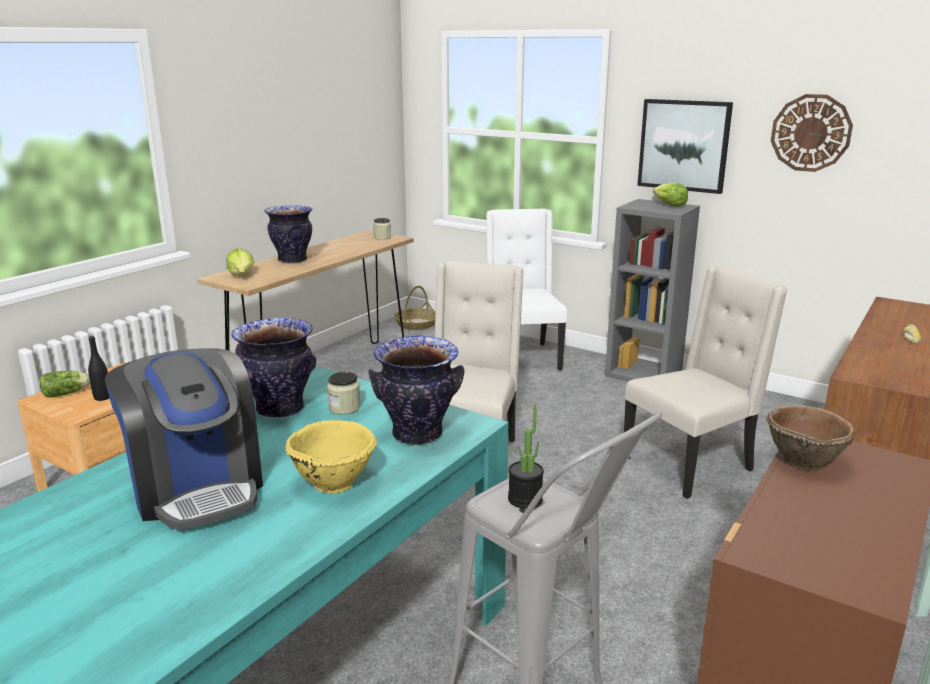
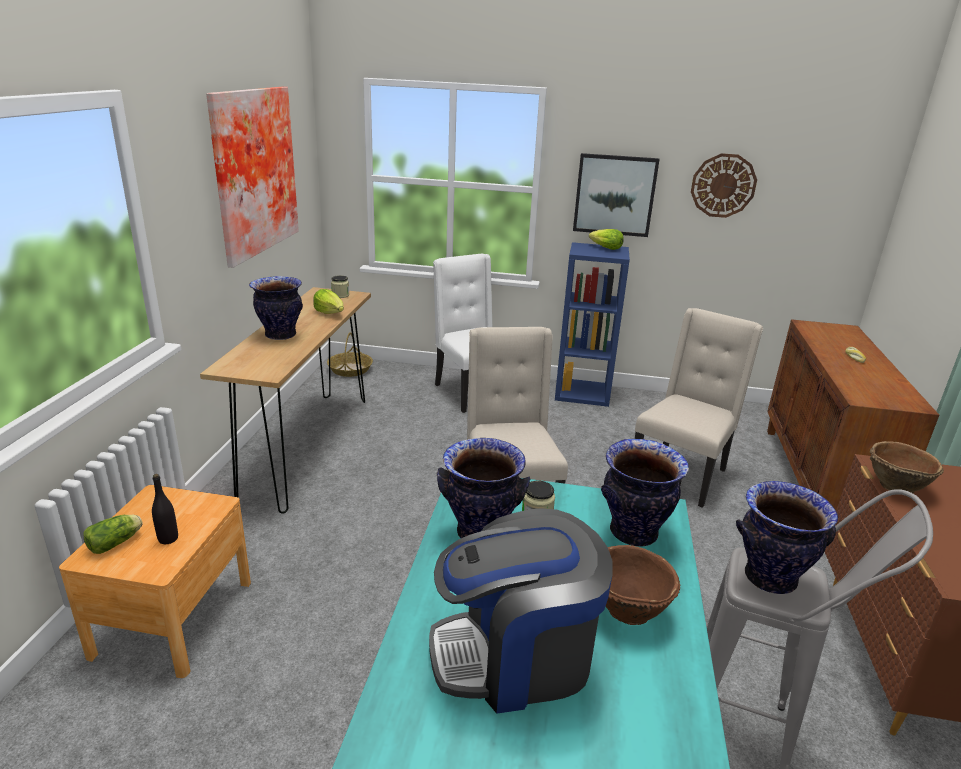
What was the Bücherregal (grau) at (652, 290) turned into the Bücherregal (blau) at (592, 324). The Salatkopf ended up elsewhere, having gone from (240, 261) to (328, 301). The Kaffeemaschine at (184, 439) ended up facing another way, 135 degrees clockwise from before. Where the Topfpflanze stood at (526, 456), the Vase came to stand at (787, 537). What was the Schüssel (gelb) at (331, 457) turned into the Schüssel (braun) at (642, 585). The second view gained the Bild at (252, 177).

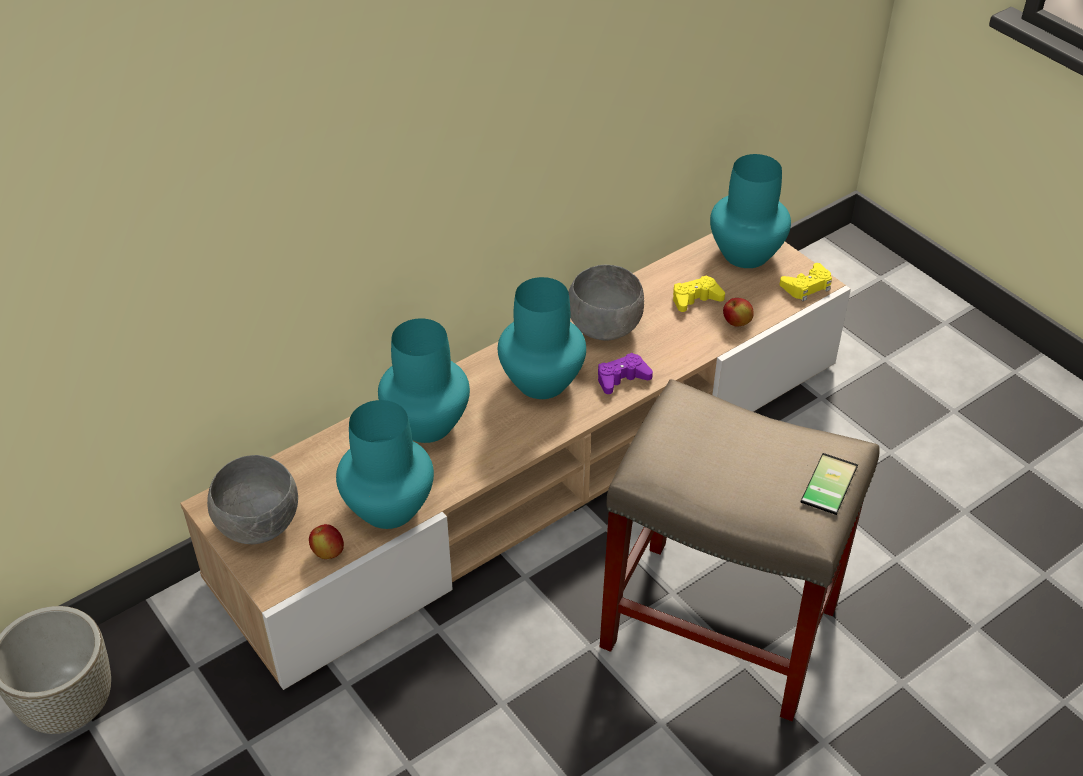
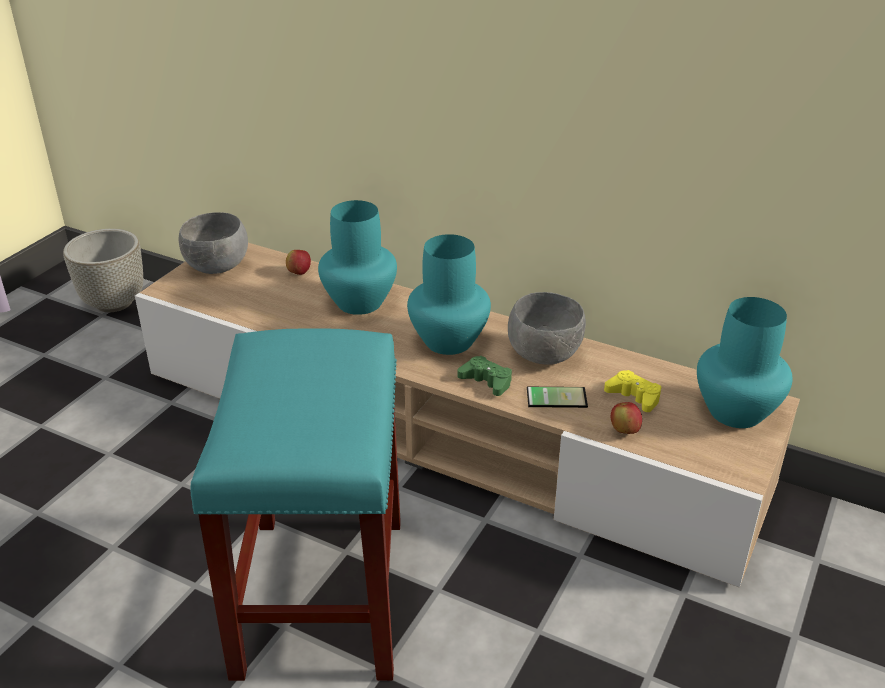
The second view lost the Gamepad (gelb) at (806, 282). What was the Gamepad (lila) at (625, 373) turned into the Gamepad (grün) at (484, 376). What was the Hocker (beige) at (740, 550) turned into the Hocker (türkis) at (296, 505). The second view lost the Vase (türkis) at (385, 464). The Handy ended up elsewhere, having gone from (829, 484) to (557, 397). The Apfel ended up elsewhere, having gone from (326, 541) to (298, 262).

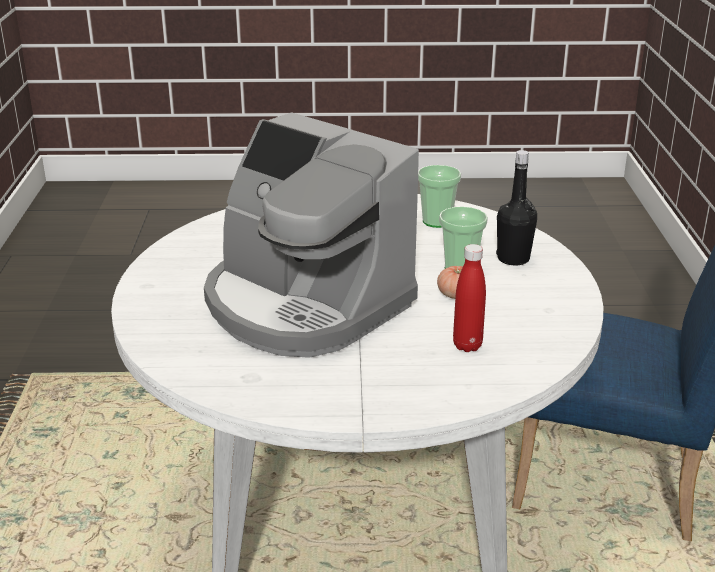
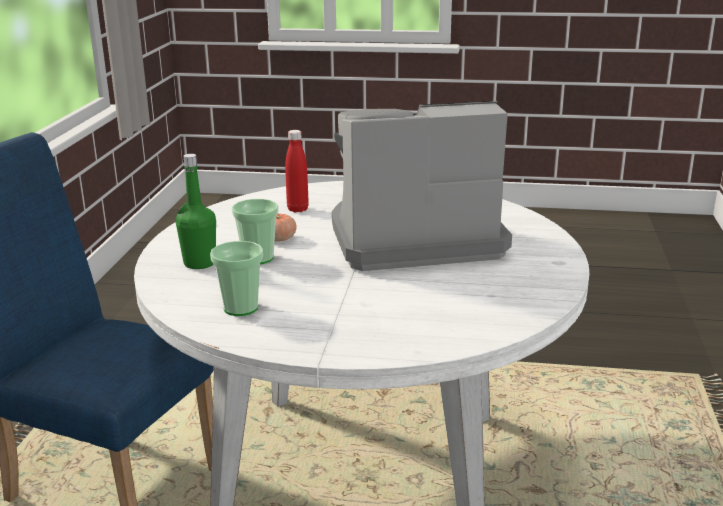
The Kaffeemaschine at (311, 235) ended up facing another way, 60 degrees counterclockwise from before. What was the Flasche (schwarz) at (516, 208) turned into the Flasche (grün) at (196, 211).

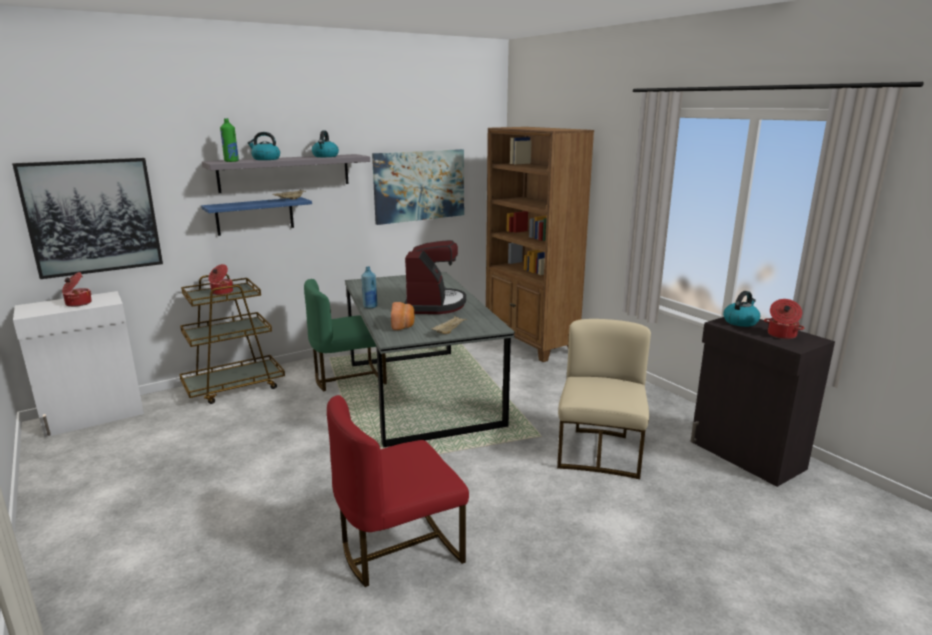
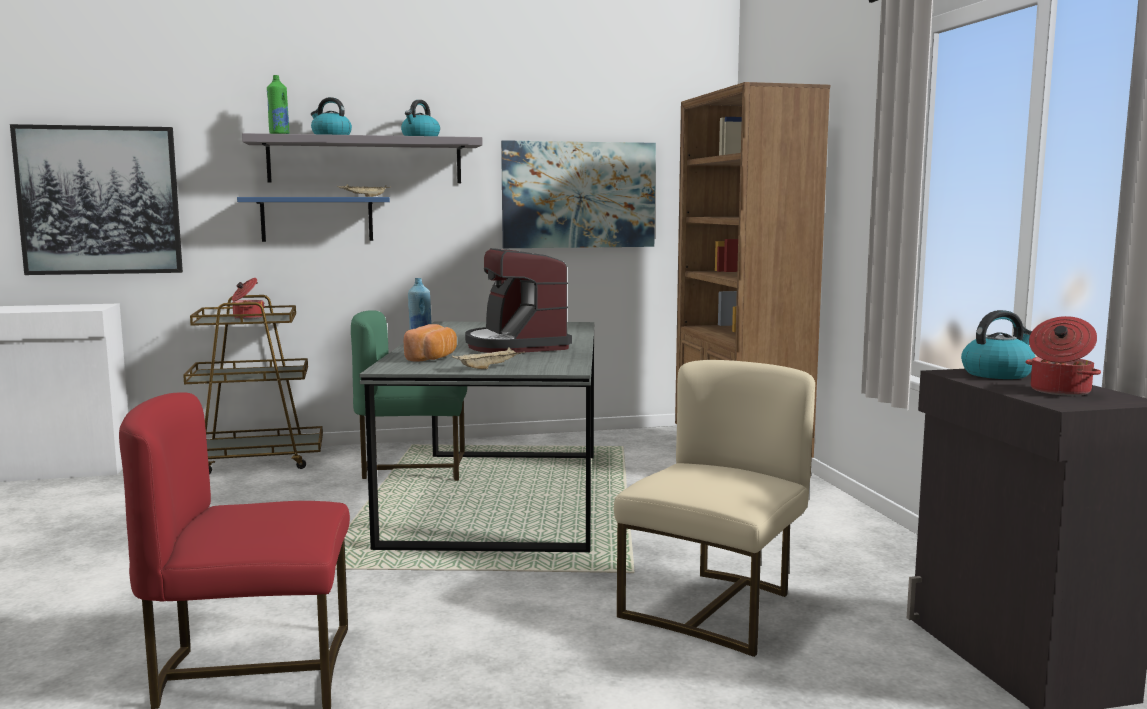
The Kaffeemaschine at (435, 277) ended up facing another way, 135 degrees clockwise from before. The second view lost the Kochtopf at (77, 289).

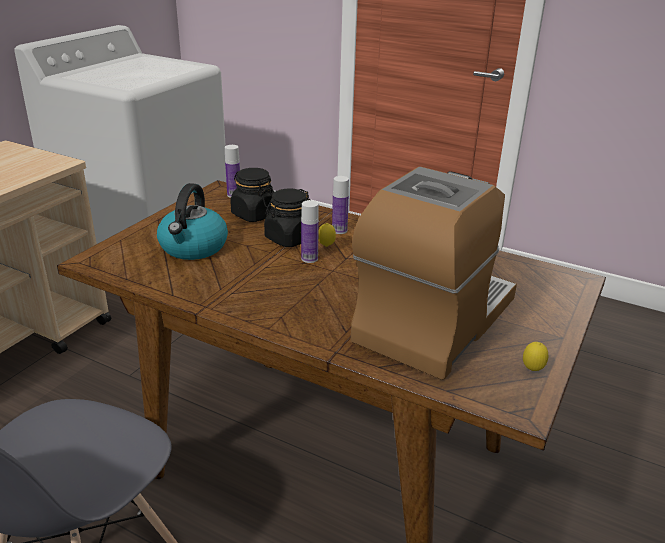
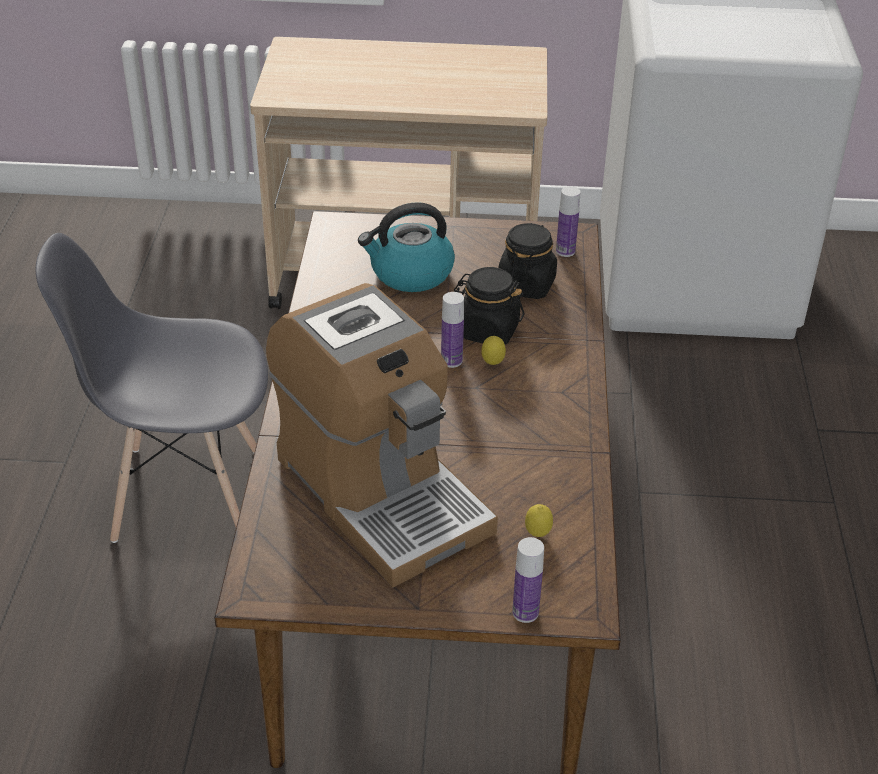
The Kaffeemaschine at (434, 273) ended up facing another way, 45 degrees clockwise from before. The Flasche ended up elsewhere, having gone from (340, 205) to (528, 580). The Zitrone ended up elsewhere, having gone from (535, 356) to (539, 520).

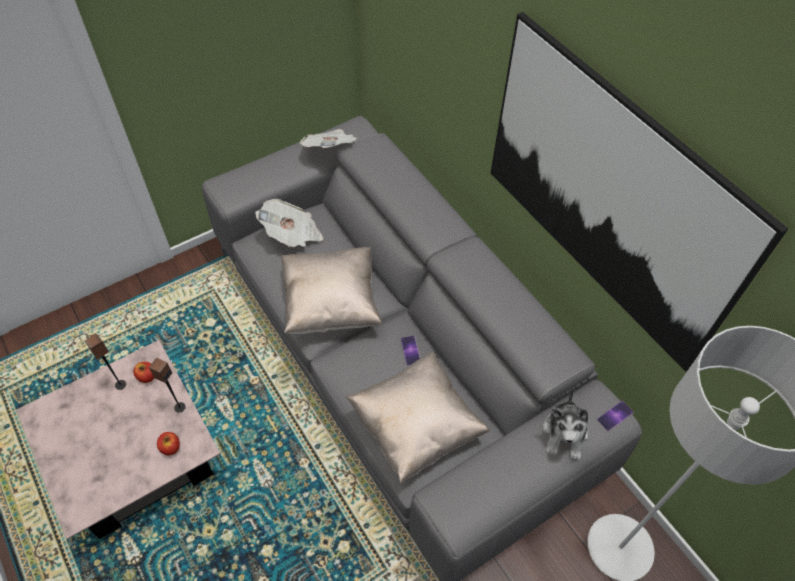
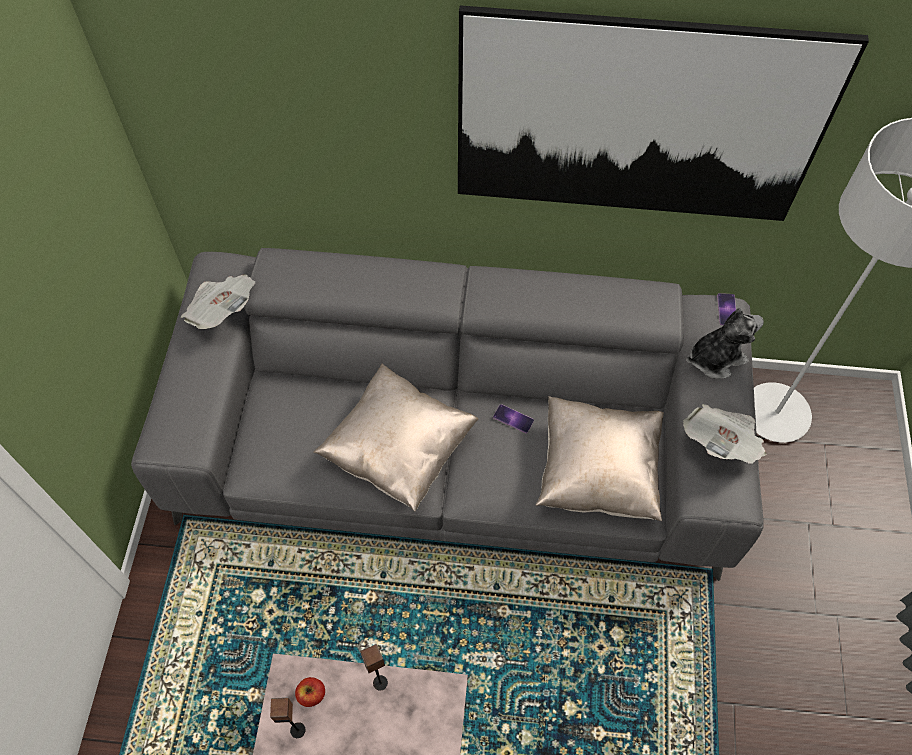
The Zeitung ended up elsewhere, having gone from (289, 223) to (725, 434). The Plüschtier at (565, 424) ended up facing another way, 75 degrees counterclockwise from before. The second view lost the Apfel at (168, 443).

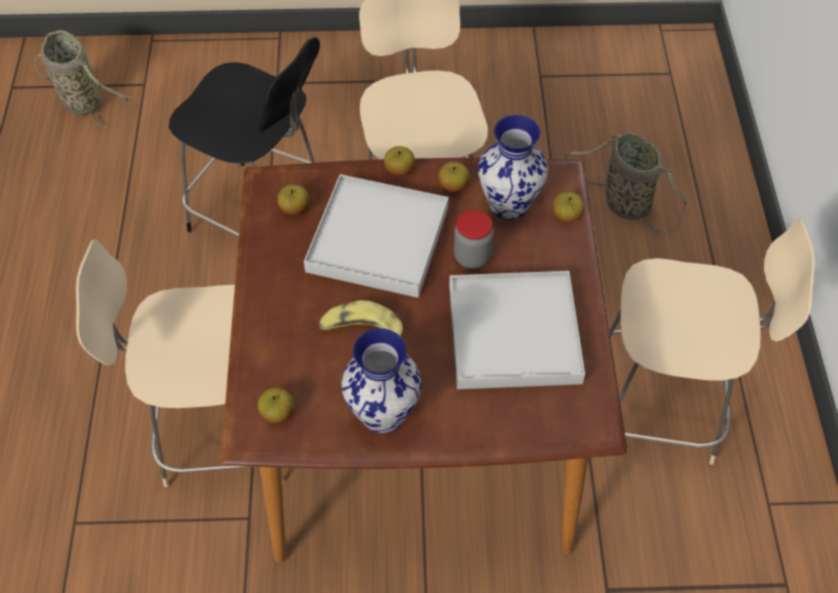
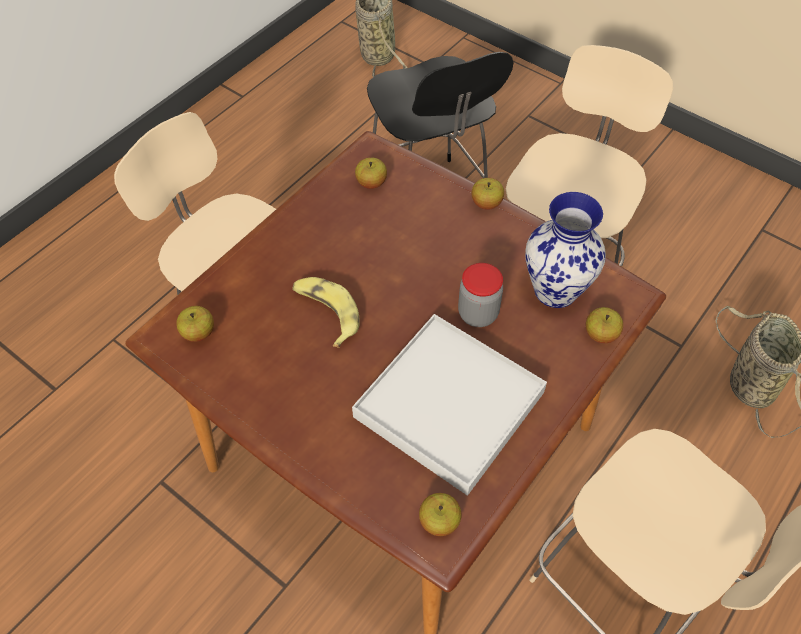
The Apfel ended up elsewhere, having gone from (454, 177) to (440, 514). The second view lost the Tablett (weiß) at (376, 236). The second view lost the Vase at (381, 380).

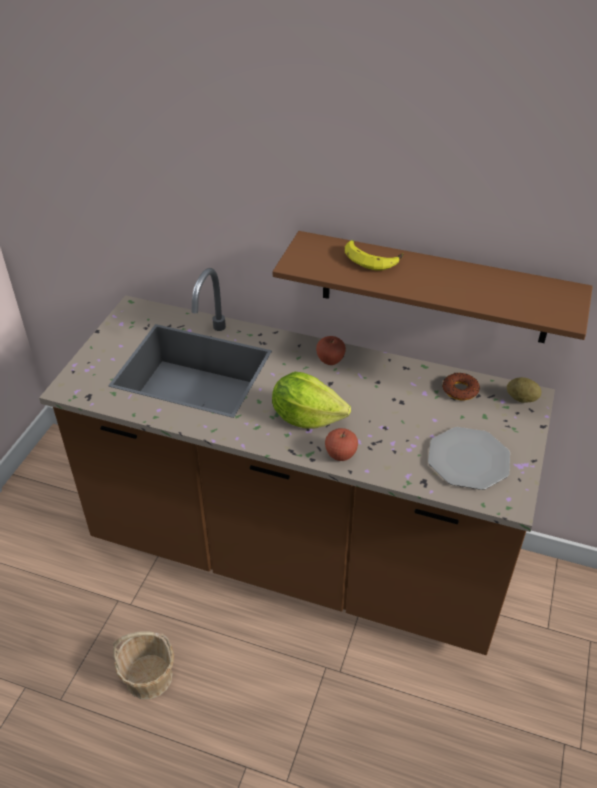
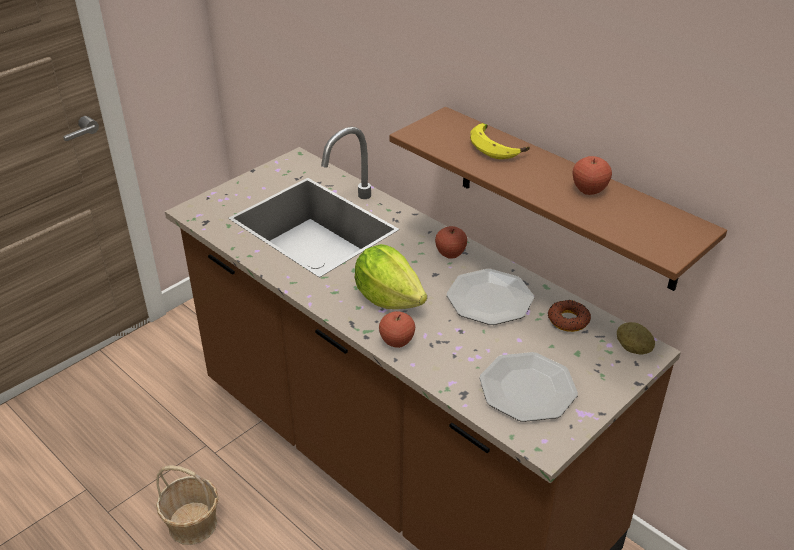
The second view gained the Apfel at (592, 175). The second view gained the Teller at (490, 297).

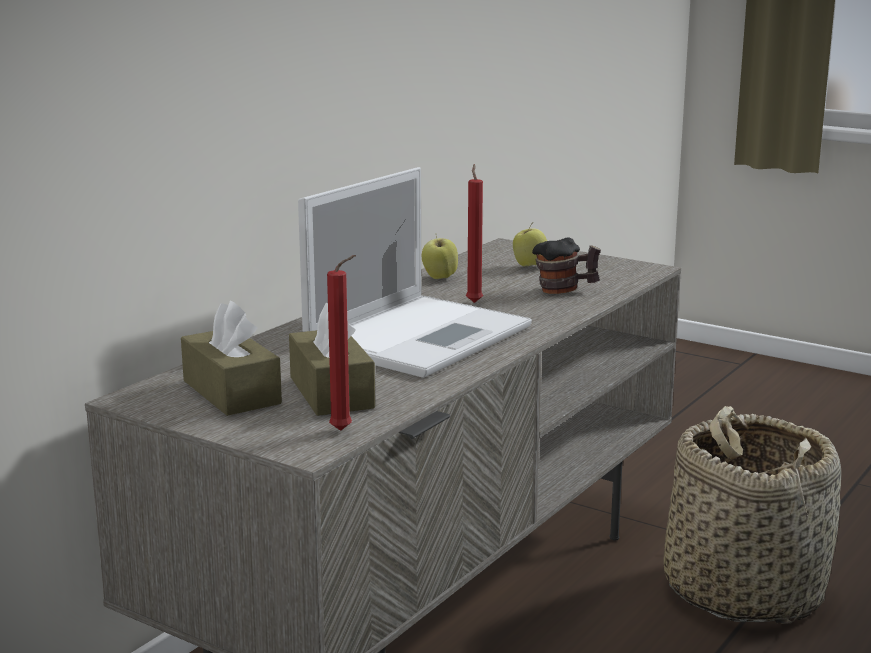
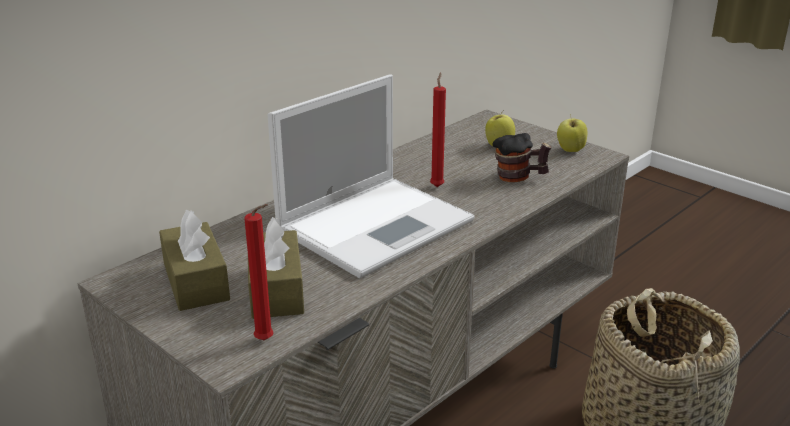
The Apfel ended up elsewhere, having gone from (440, 257) to (572, 135).

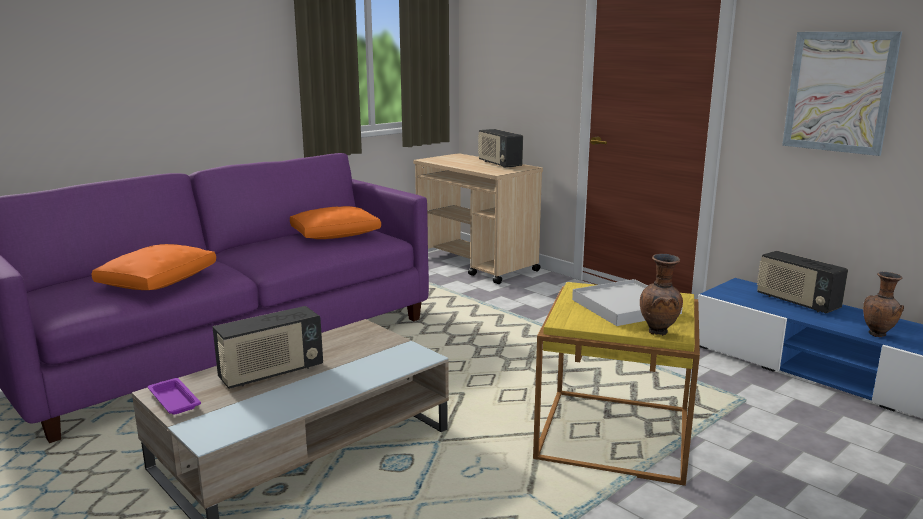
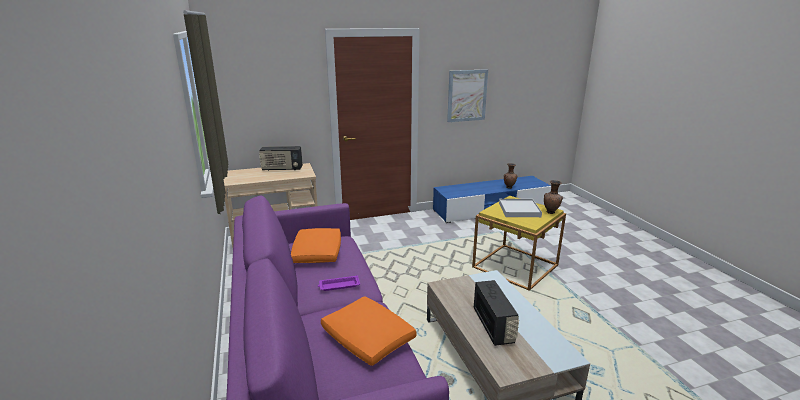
The second view lost the Radio at (802, 282). The Tablett (lila) ended up elsewhere, having gone from (174, 396) to (339, 283).

